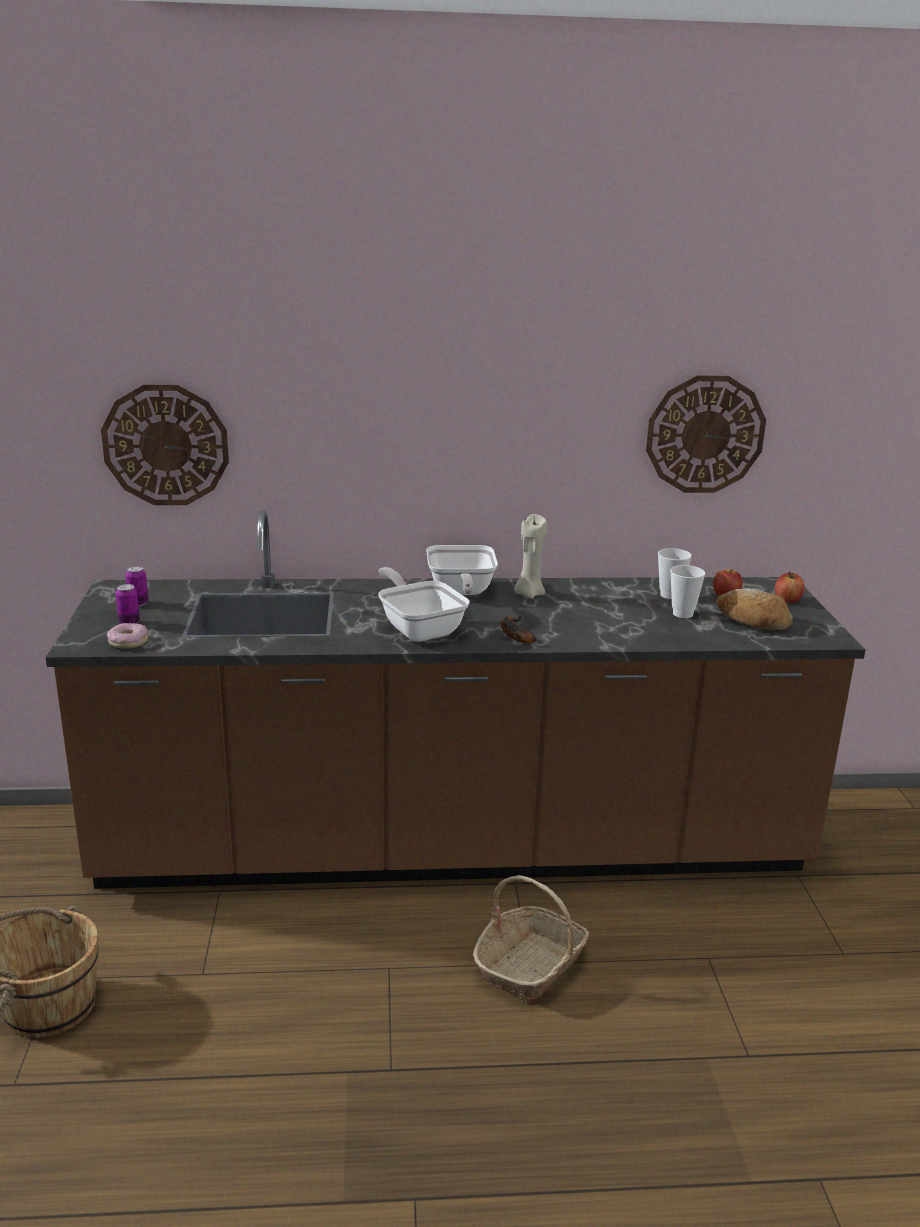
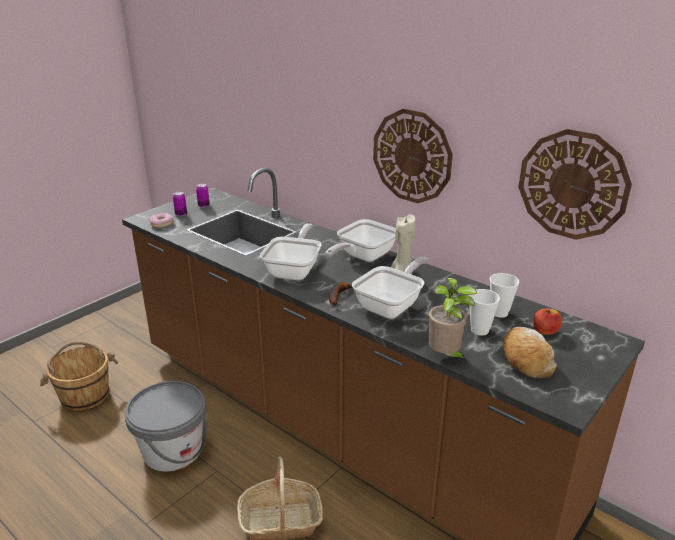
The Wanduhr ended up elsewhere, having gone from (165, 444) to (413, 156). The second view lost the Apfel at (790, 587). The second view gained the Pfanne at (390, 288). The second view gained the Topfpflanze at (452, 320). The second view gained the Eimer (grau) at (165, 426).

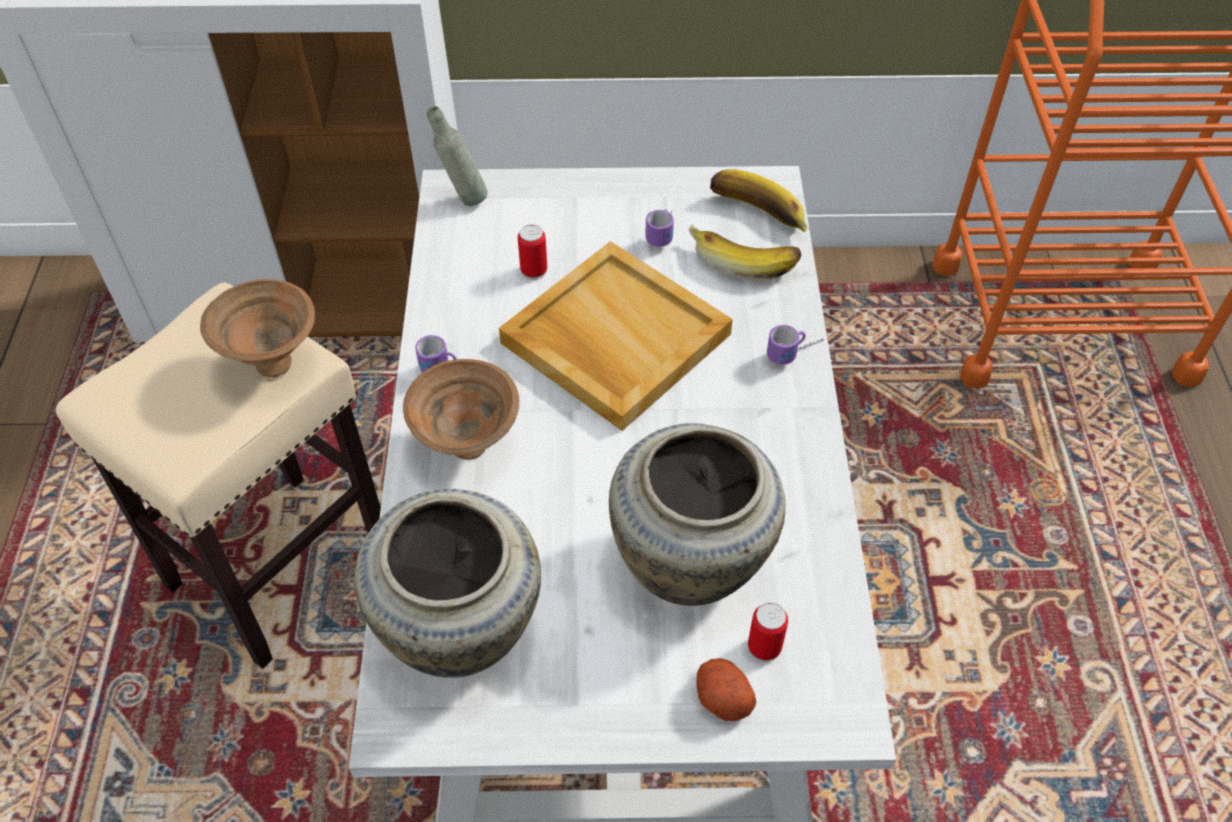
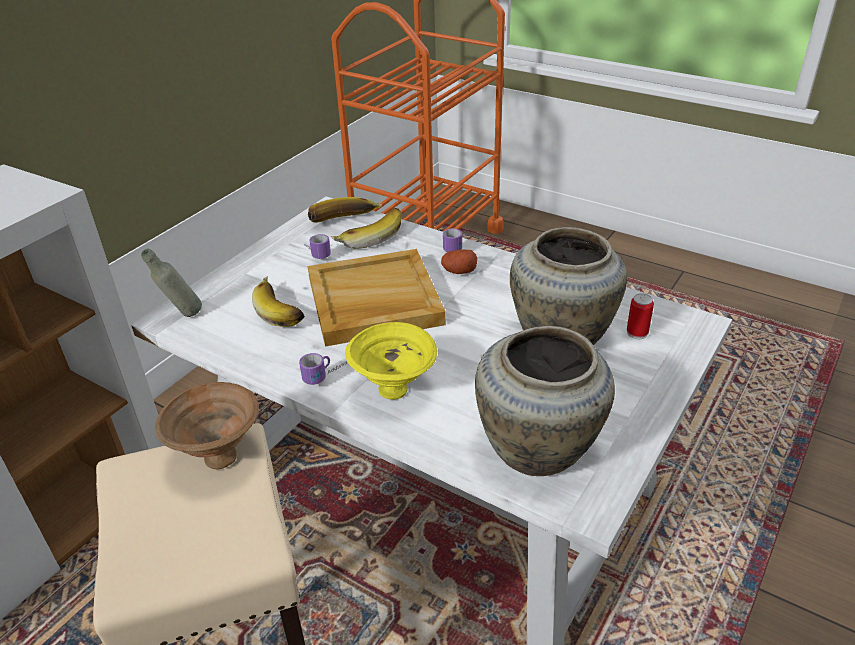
Where the Dose stood at (532, 252), the Banane came to stand at (278, 301). What was the Schüssel (braun) at (461, 409) turned into the Schüssel (gelb) at (391, 361). The Kartoffel ended up elsewhere, having gone from (726, 689) to (459, 262).

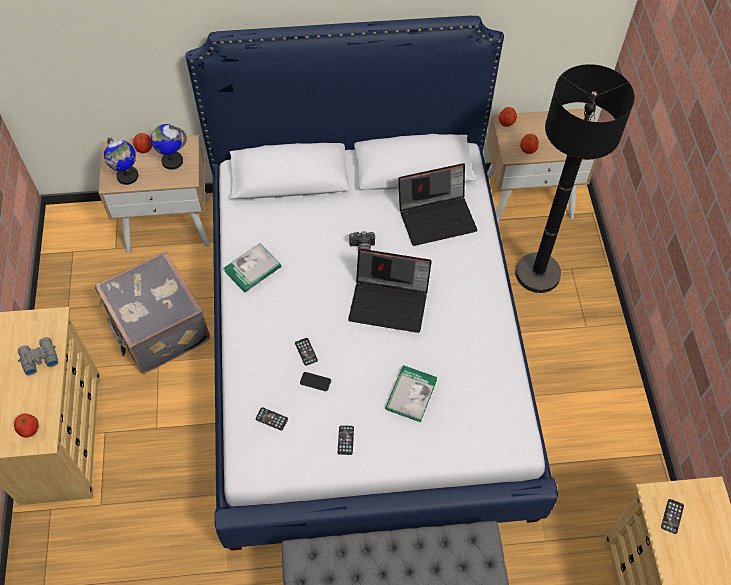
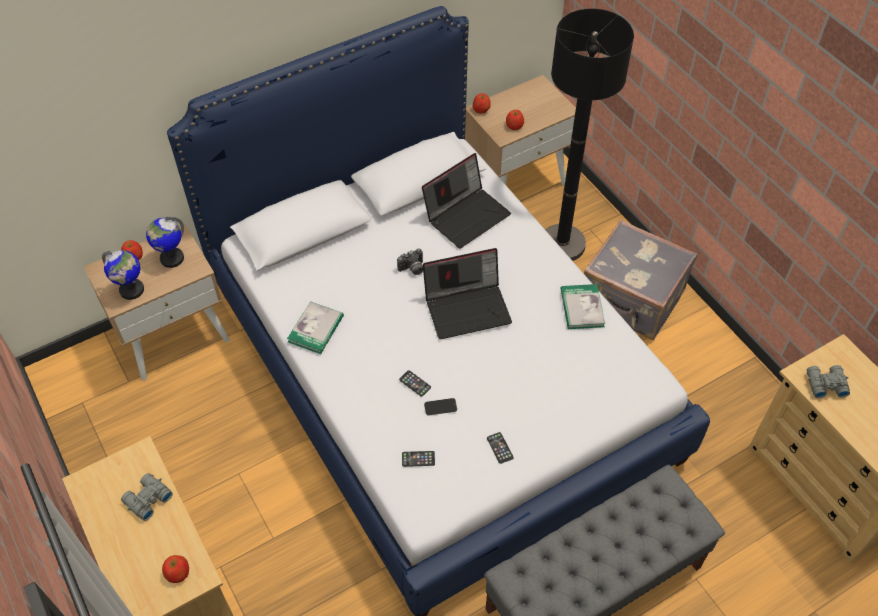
The Koffer (grau) ended up elsewhere, having gone from (152, 312) to (640, 279). The Buch ended up elsewhere, having gone from (411, 393) to (583, 306). Where the Handy stood at (672, 516), the Fernglas (grau) came to stand at (828, 381).

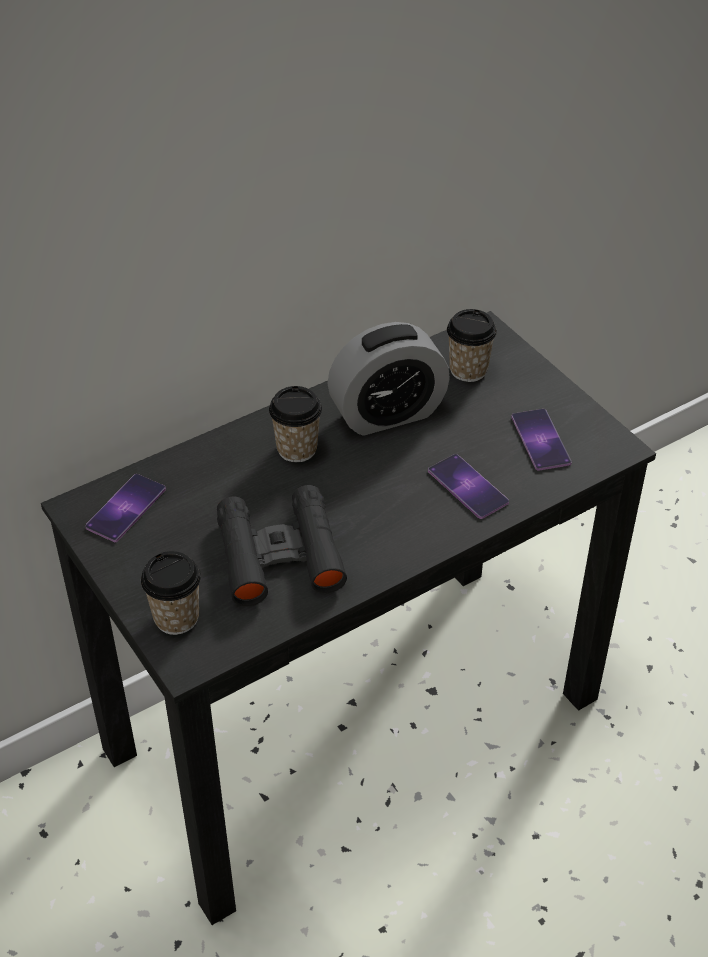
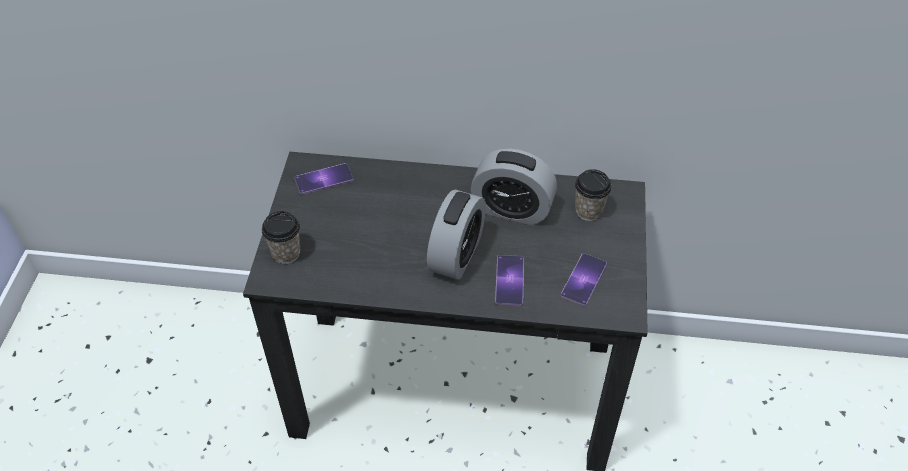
The second view lost the Tasse at (295, 424). The second view lost the Fernglas (schwarz) at (282, 545). The second view gained the Wecker at (456, 234).

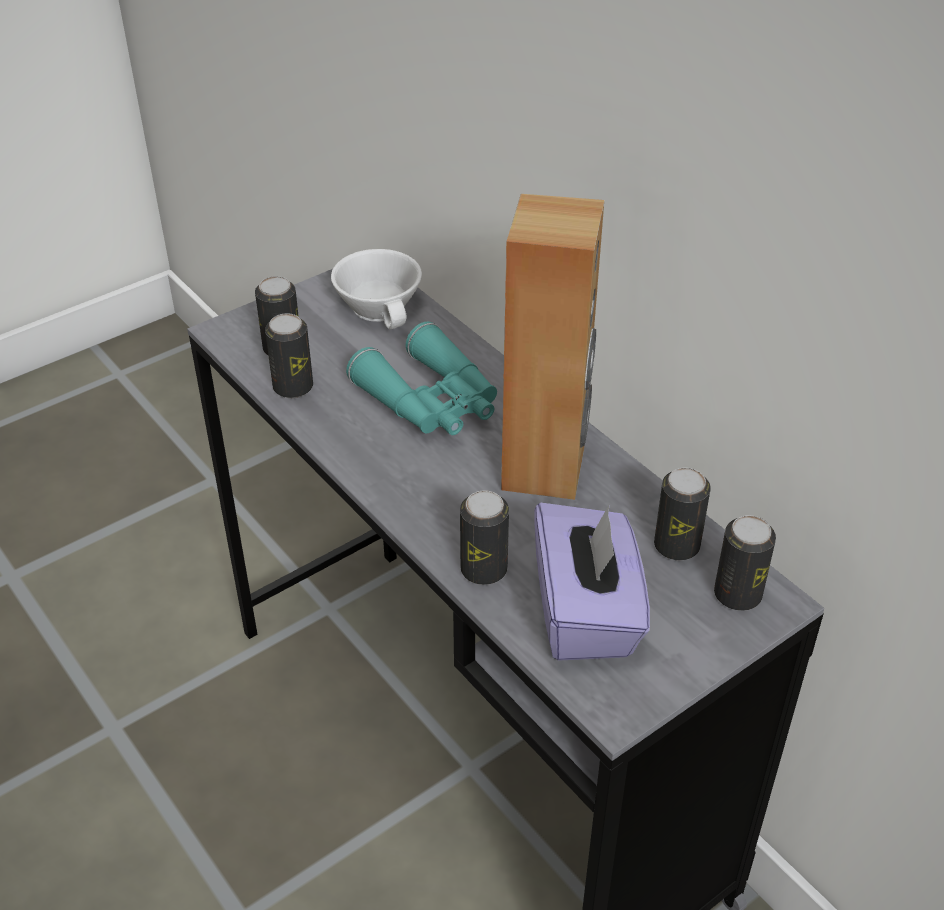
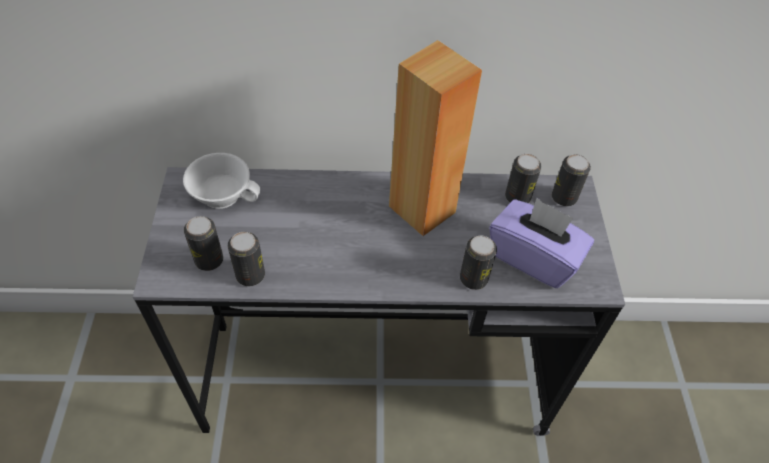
The second view lost the Fernglas (türkis) at (421, 378).

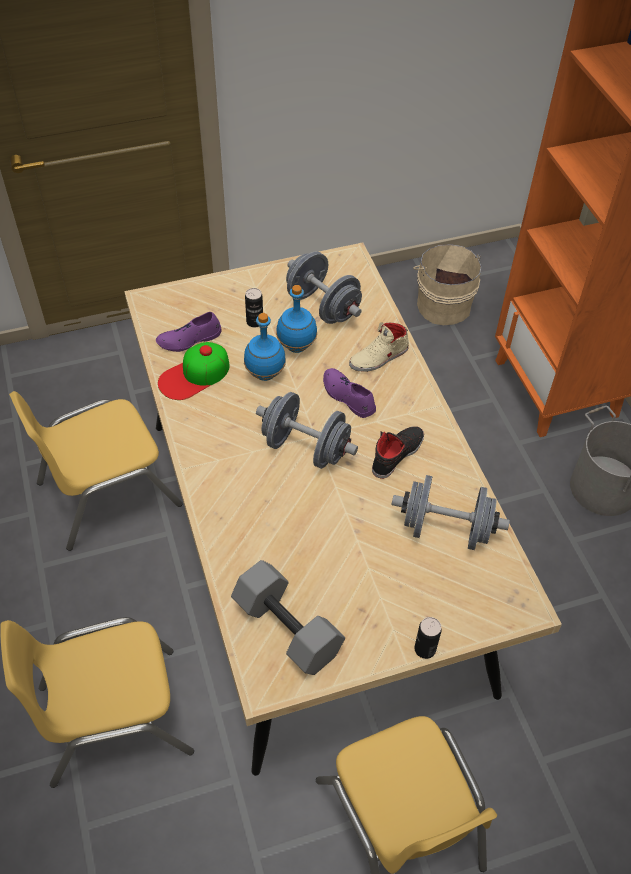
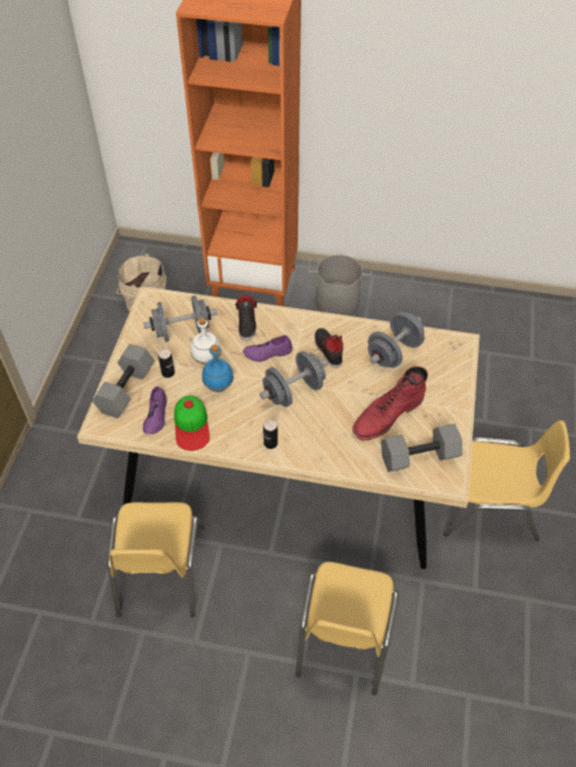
What was the Flasche (blau) at (296, 319) turned into the Flasche (weiß) at (205, 341). What was the Schuh (beige) at (379, 347) turned into the Schuh (schwarz) at (246, 317). The Dose ended up elsewhere, having gone from (428, 638) to (270, 434). The second view gained the Hantel (grau) at (123, 381). The second view gained the Stiefel (rot) at (390, 403).

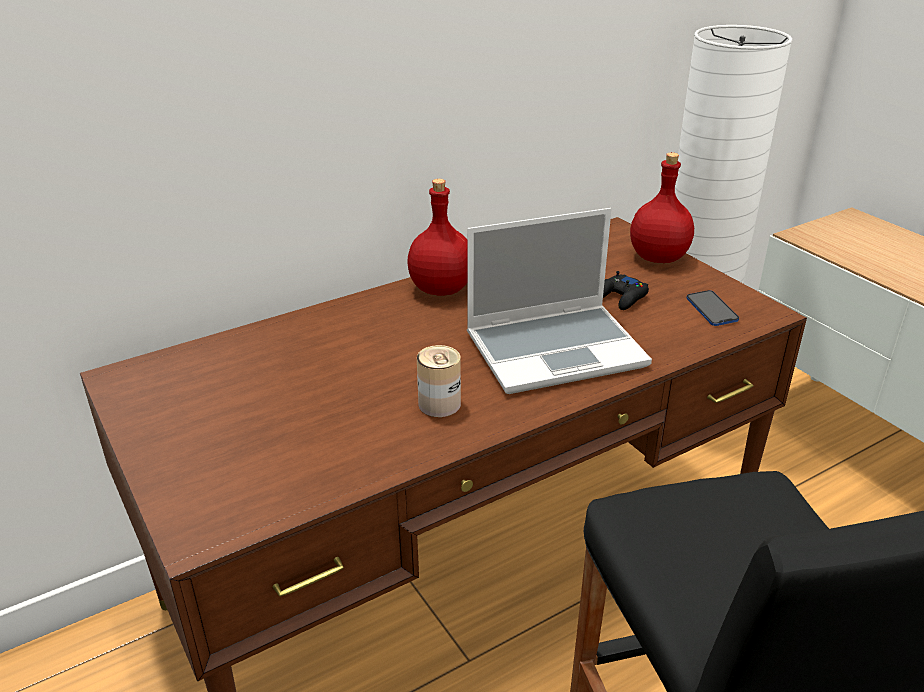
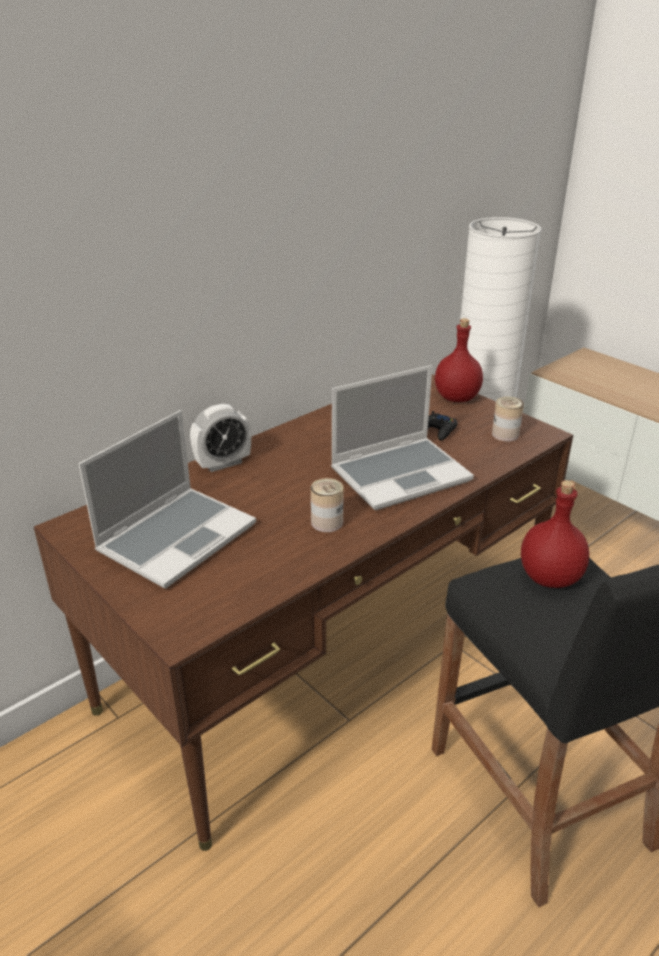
The Flasche (rot) ended up elsewhere, having gone from (437, 237) to (555, 534). Where the Handy stood at (712, 308), the Dose came to stand at (508, 419). The second view gained the Wecker at (220, 438). The second view gained the Laptop at (167, 499).

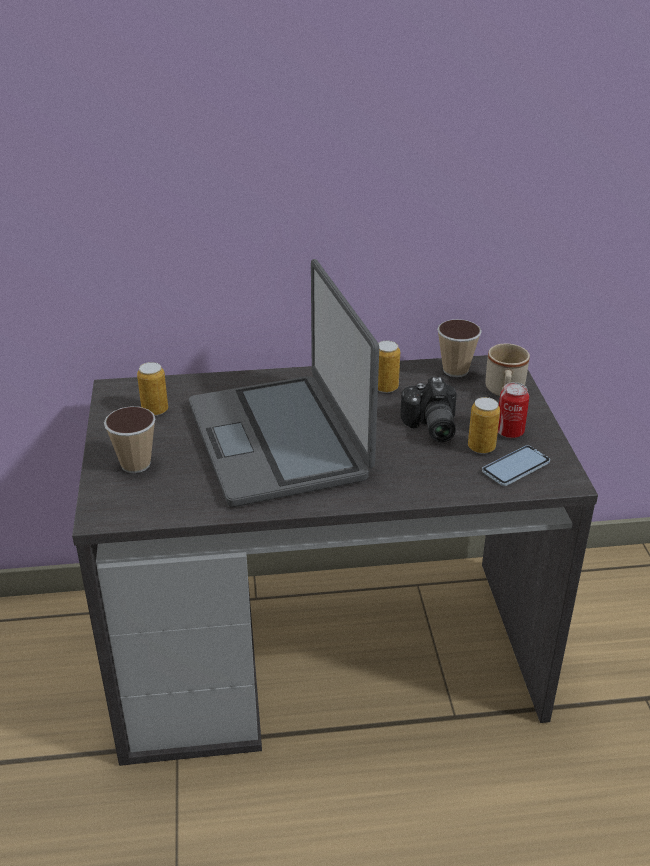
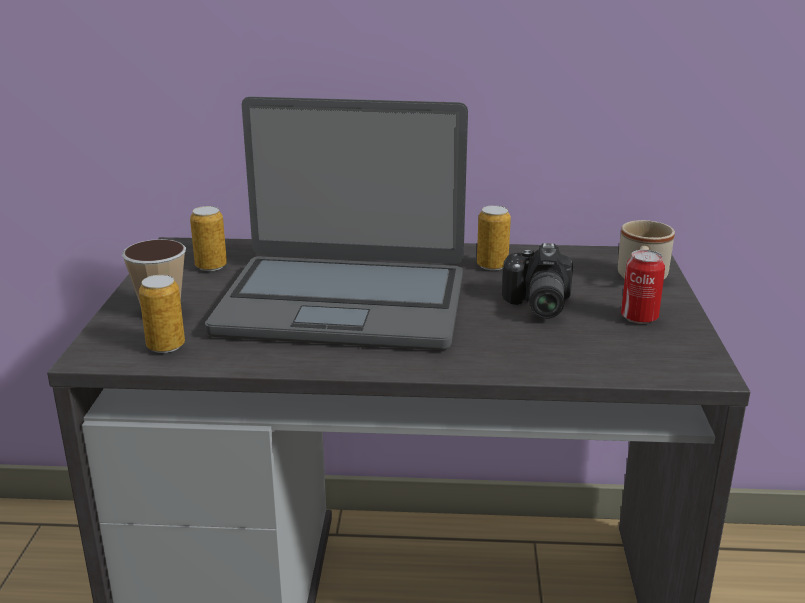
The Laptop at (284, 383) ended up facing another way, 75 degrees counterclockwise from before. The second view lost the Tasse at (459, 348). The Dose ended up elsewhere, having gone from (484, 425) to (162, 314). The second view lost the Handy at (516, 465).

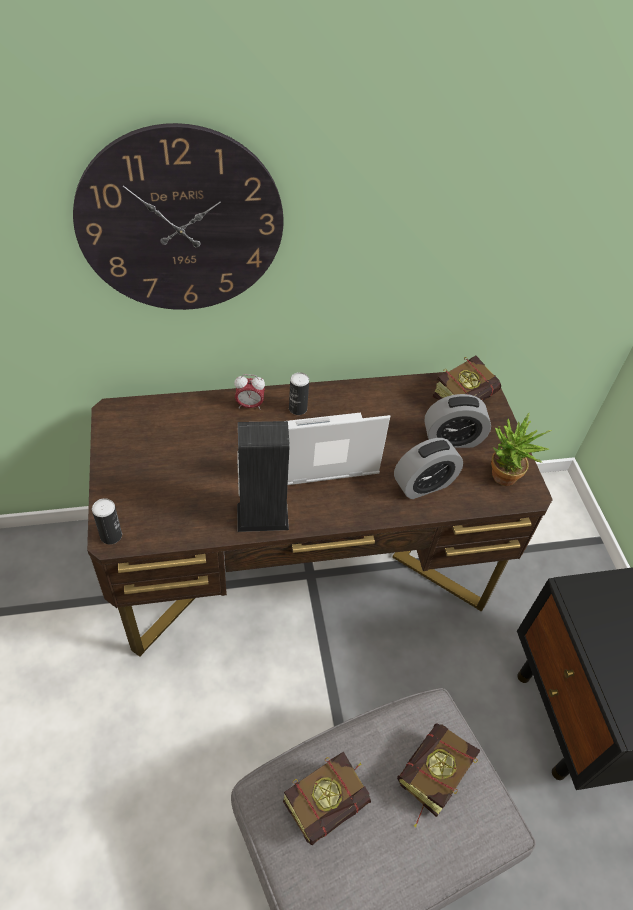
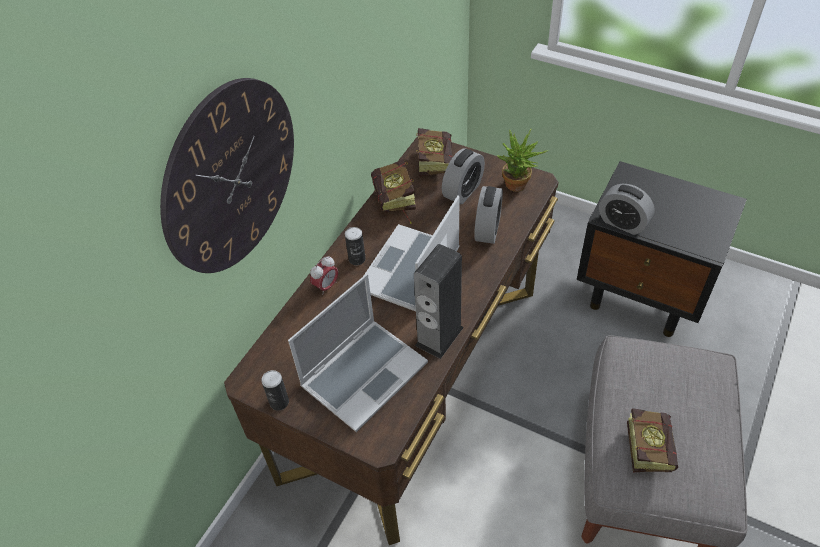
The Dose ended up elsewhere, having gone from (107, 521) to (275, 390). The Buch ended up elsewhere, having gone from (438, 775) to (393, 191). The second view gained the Wecker at (627, 209). The second view gained the Laptop at (358, 353).

